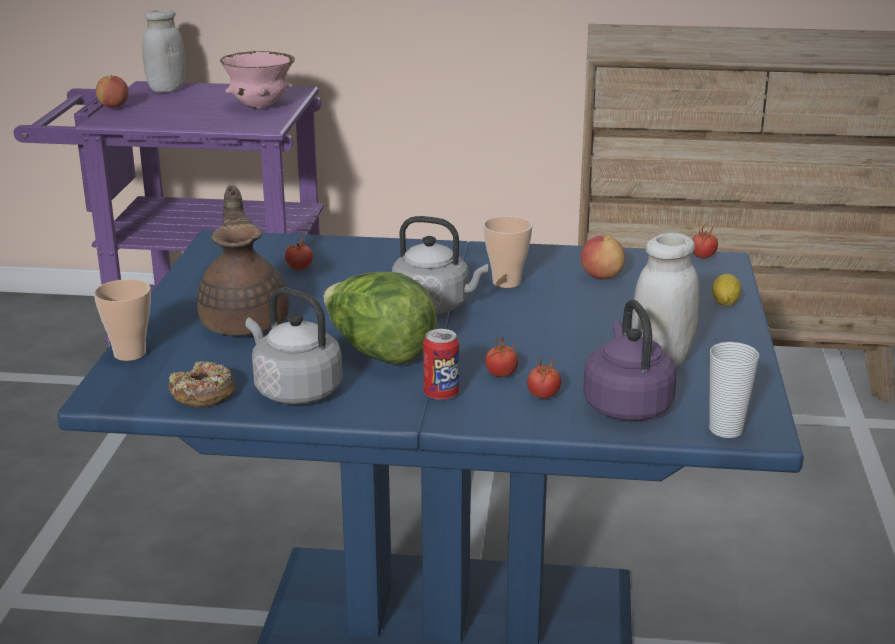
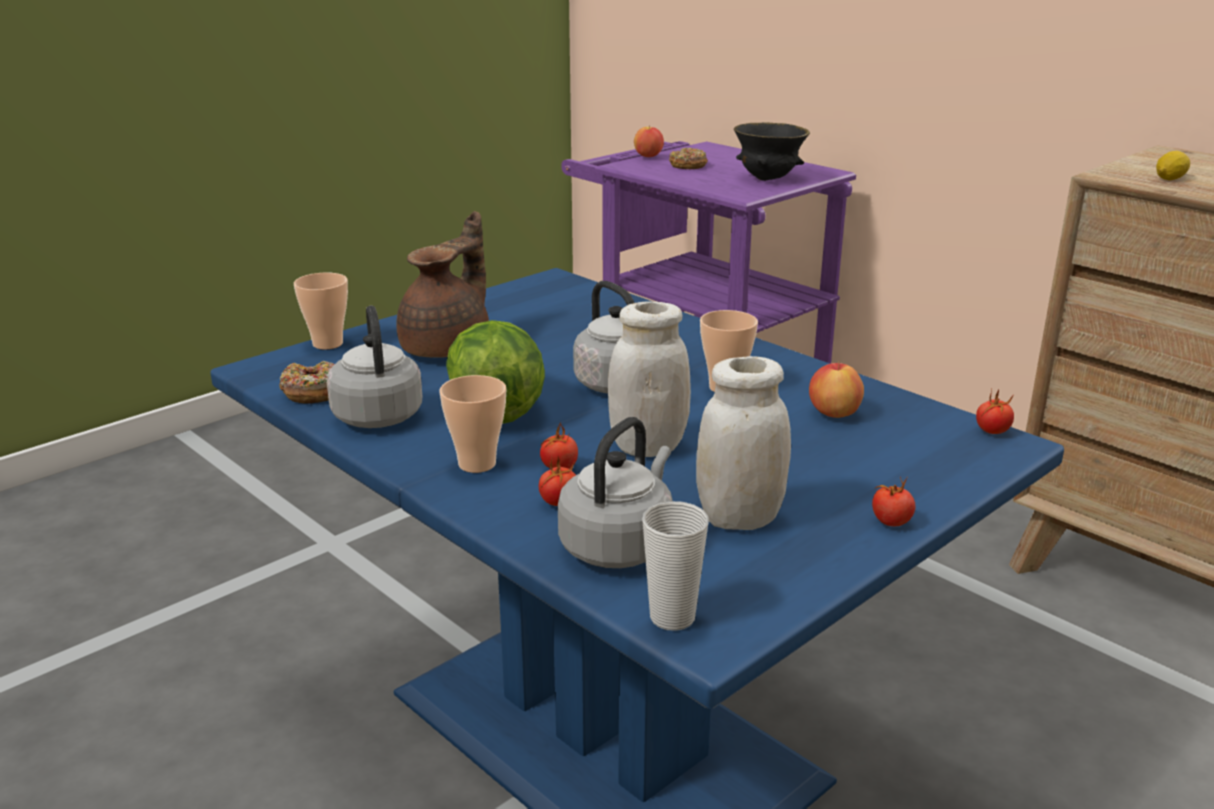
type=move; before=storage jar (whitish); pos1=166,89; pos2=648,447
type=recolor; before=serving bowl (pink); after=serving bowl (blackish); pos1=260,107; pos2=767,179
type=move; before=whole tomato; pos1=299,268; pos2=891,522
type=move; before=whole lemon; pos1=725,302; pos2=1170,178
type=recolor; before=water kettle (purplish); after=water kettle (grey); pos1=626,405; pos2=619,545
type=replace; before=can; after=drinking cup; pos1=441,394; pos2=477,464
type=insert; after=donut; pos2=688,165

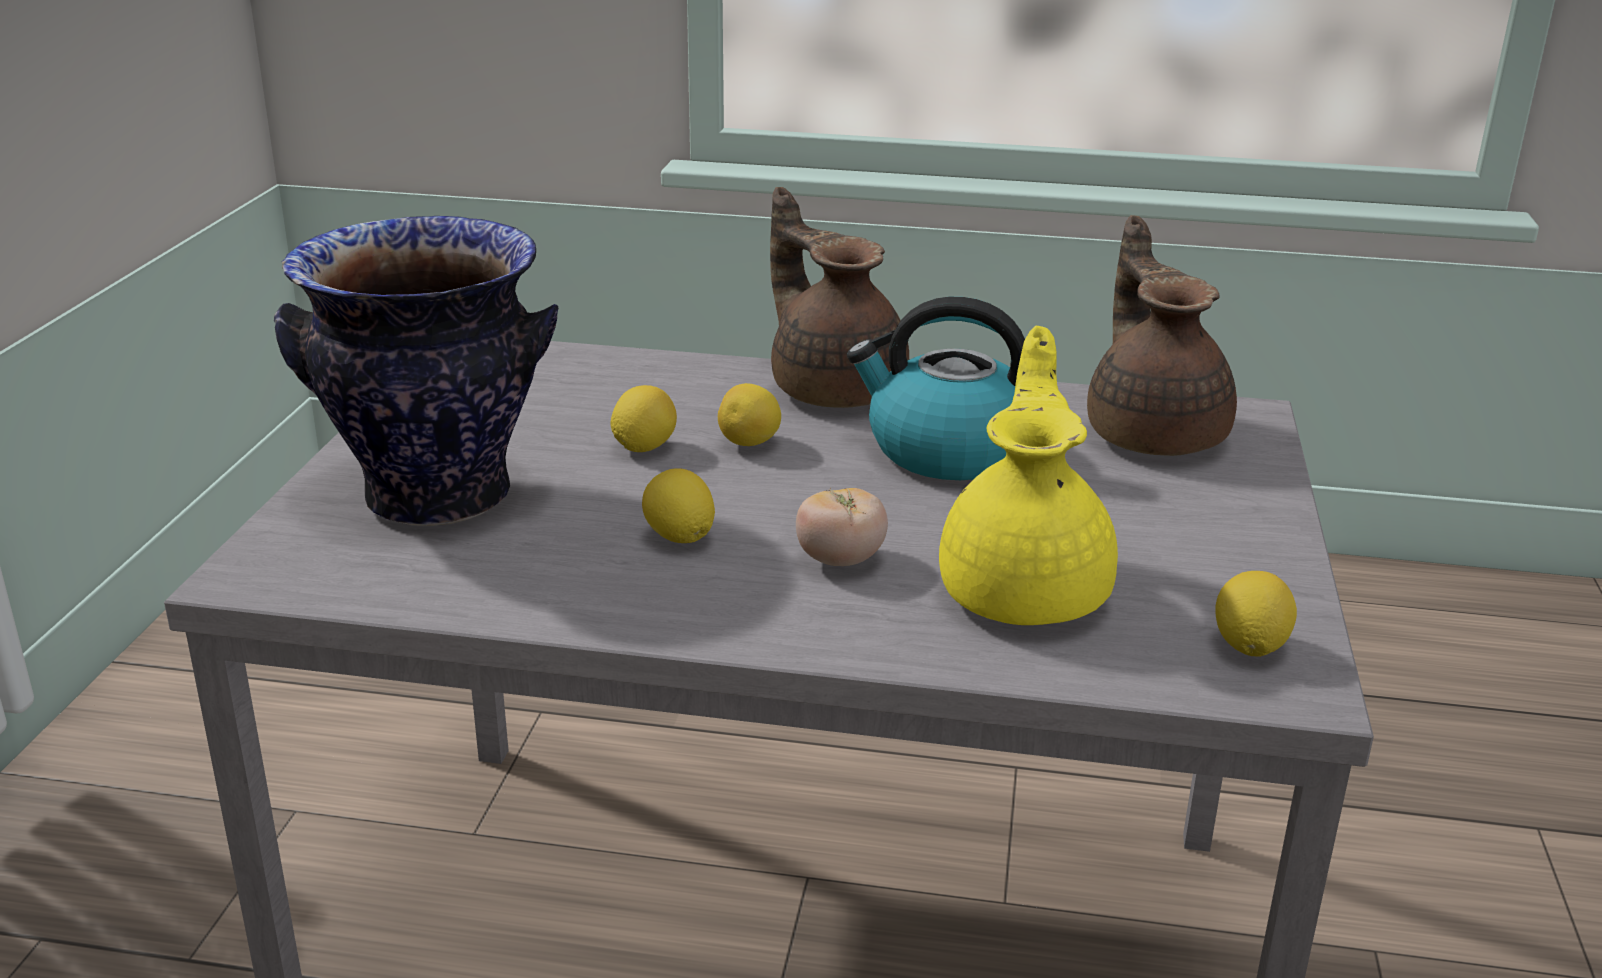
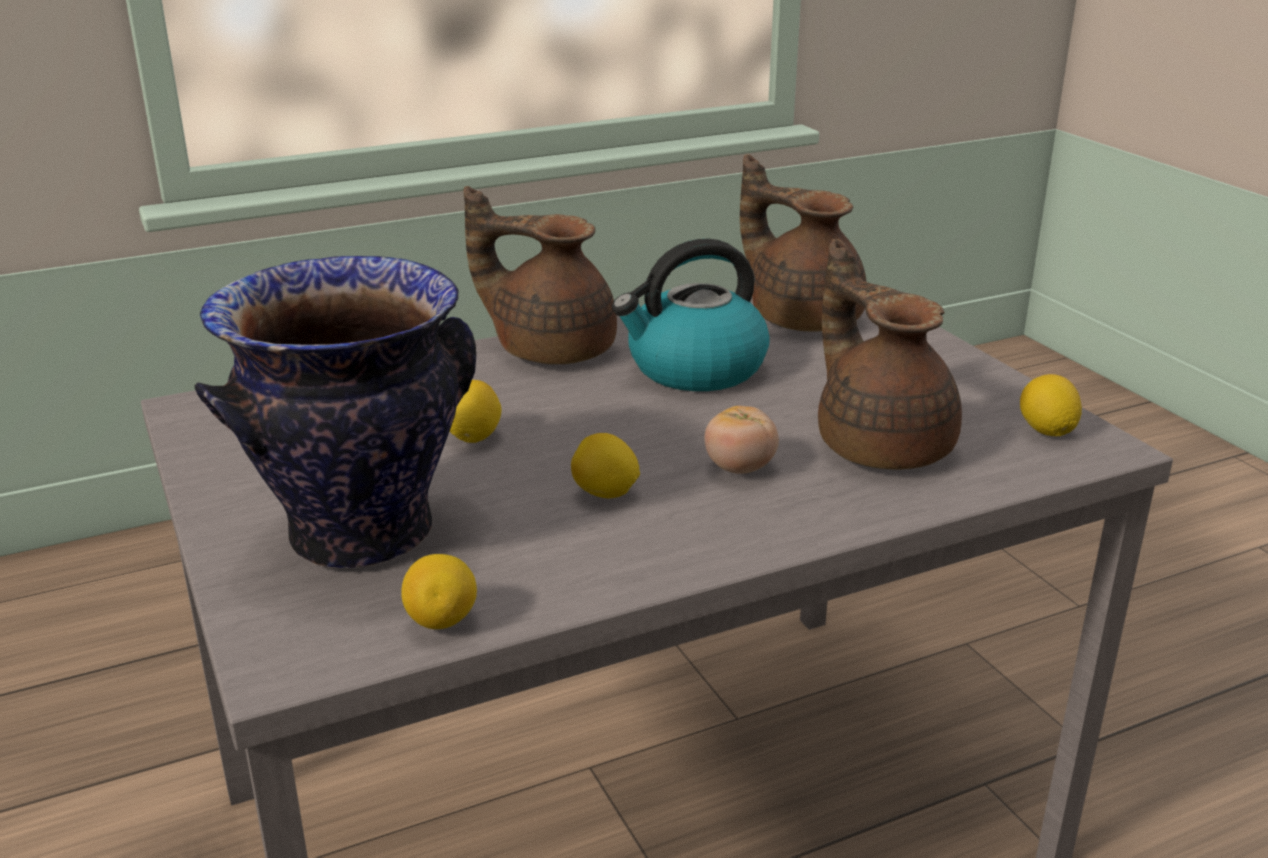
type=recolor; before=pot for tea (yellowish); after=pot for tea (brownish); pos1=1026,590; pos2=881,444
type=move; before=whole lemon; pos1=750,443; pos2=442,621

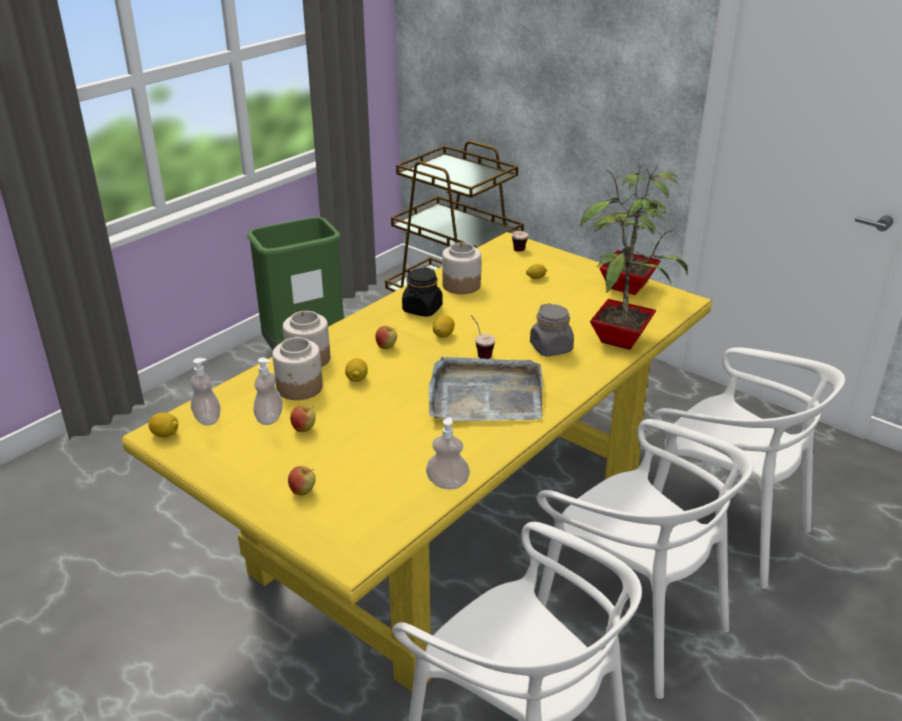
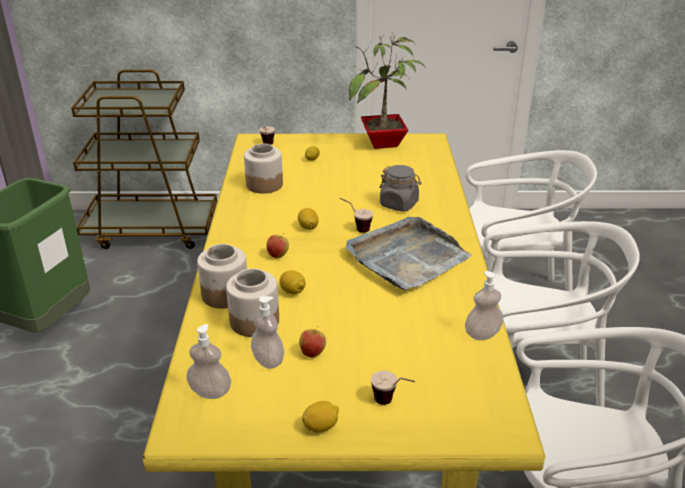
type=delete; before=plant in a pot; pos1=621,338
type=delete; before=storage jar (blackish); pos1=422,309
type=move; before=whole lemon; pos1=165,434; pos2=321,426
type=replace; before=whole apple; after=drinking cup; pos1=303,492; pos2=392,403

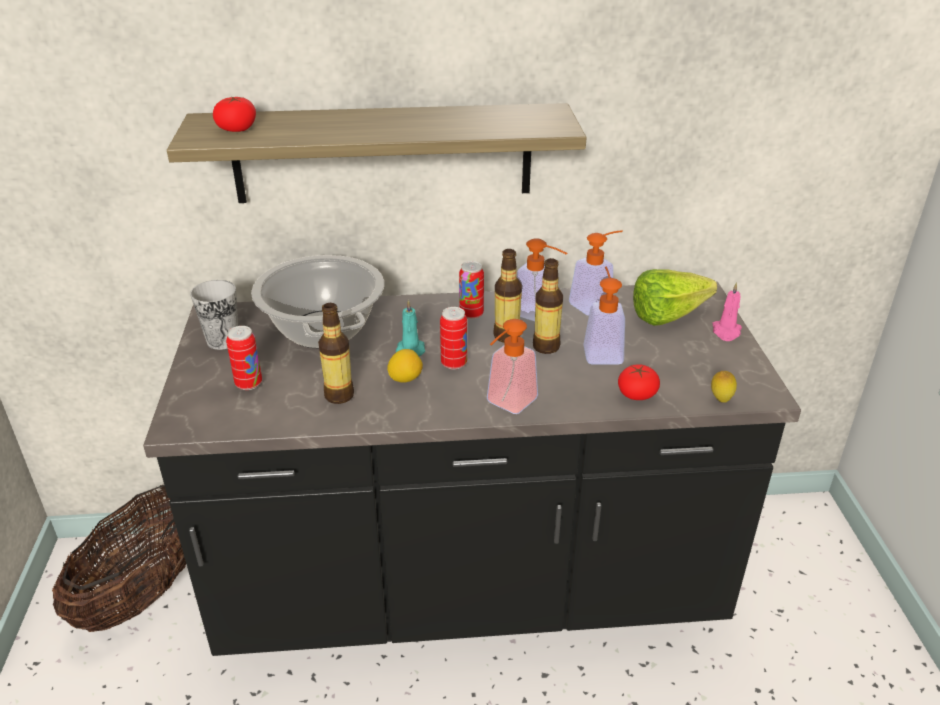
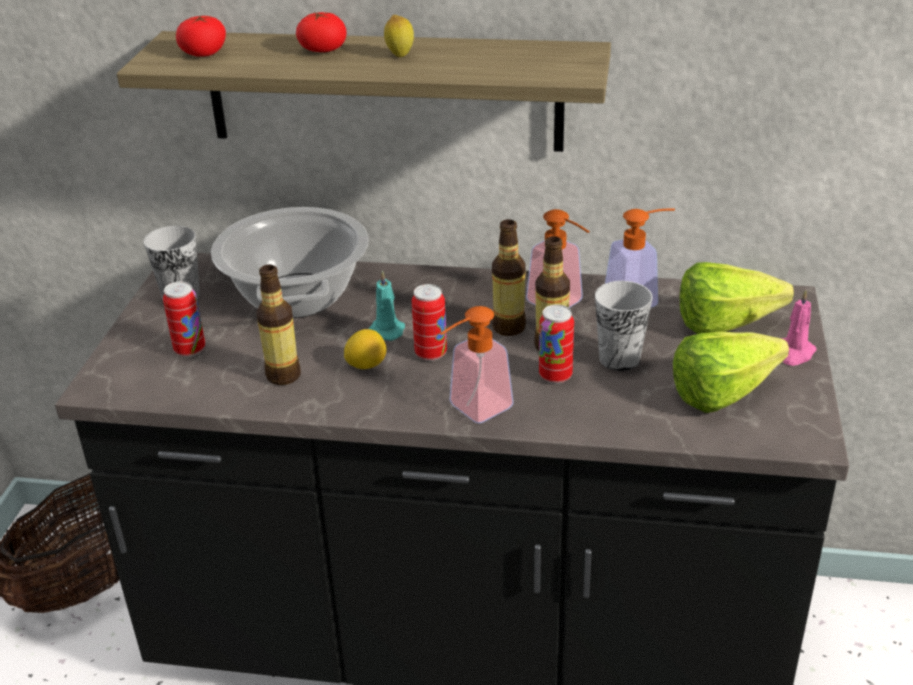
type=move; before=can; pos1=471,314; pos2=555,376
type=replace; before=liquid soap bottle; after=drinking cup; pos1=602,350; pos2=619,359
type=move; before=whole tomato; pos1=636,394; pos2=323,49
type=move; before=whole lemon; pos1=720,399; pos2=400,55
type=insert; after=lettuce head; pos2=732,393

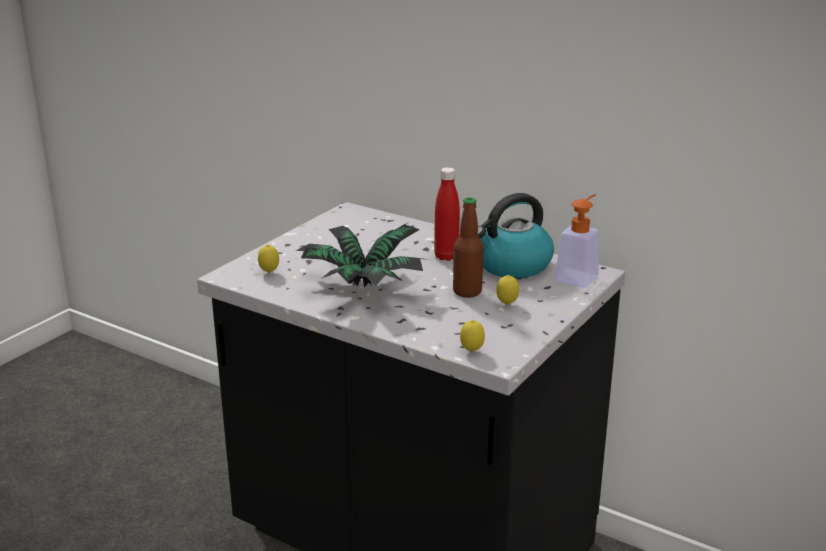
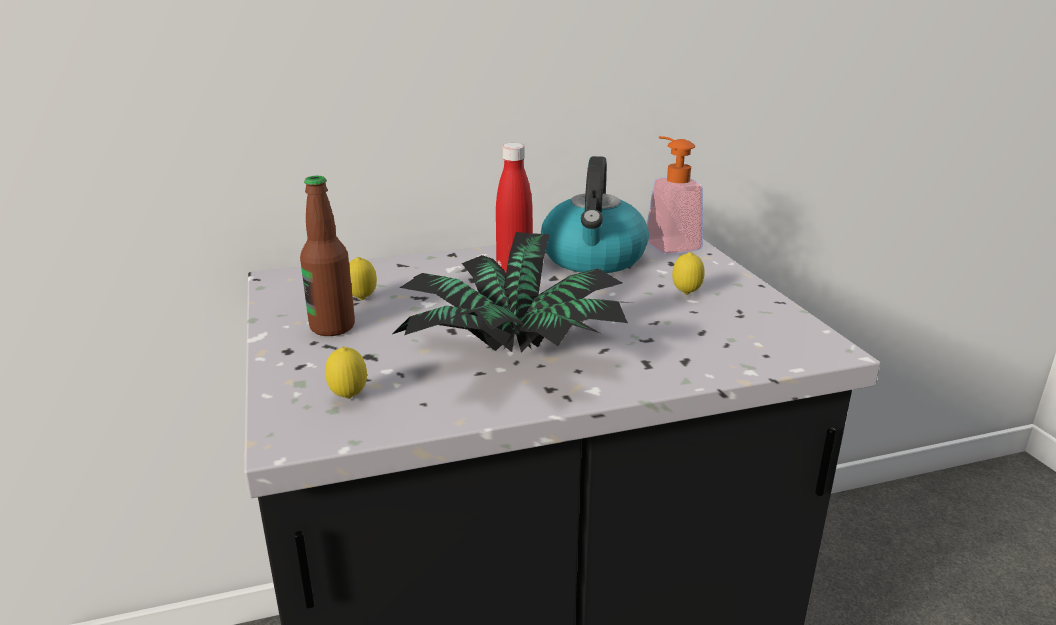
type=move; before=bottle; pos1=467,292; pos2=332,327
type=move; before=whole lemon; pos1=472,351; pos2=362,299

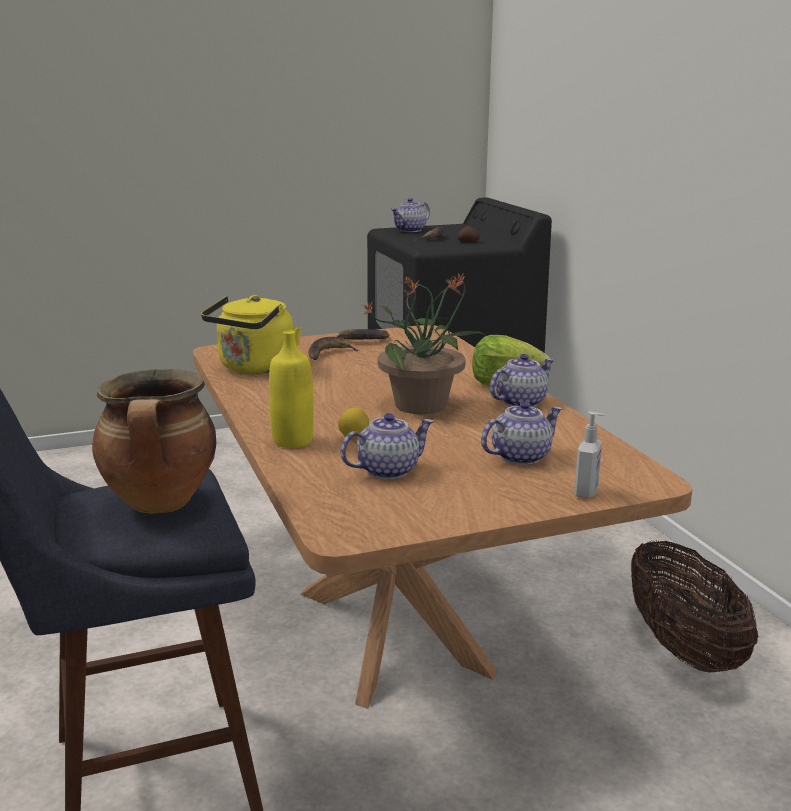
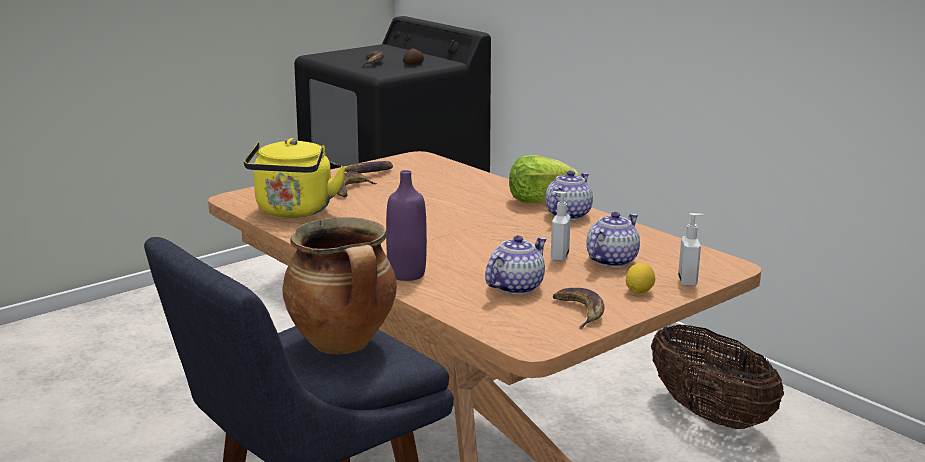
type=delete; before=pot for tea; pos1=410,230
type=delete; before=plant in a pot; pos1=422,405
type=recolor; before=bottle (yellowish); after=bottle (purplish); pos1=292,441; pos2=406,274
type=move; before=whole lemon; pos1=353,436; pos2=639,291
type=insert; after=liquid soap bottle; pos2=558,257
type=insert; after=whole banana; pos2=580,312

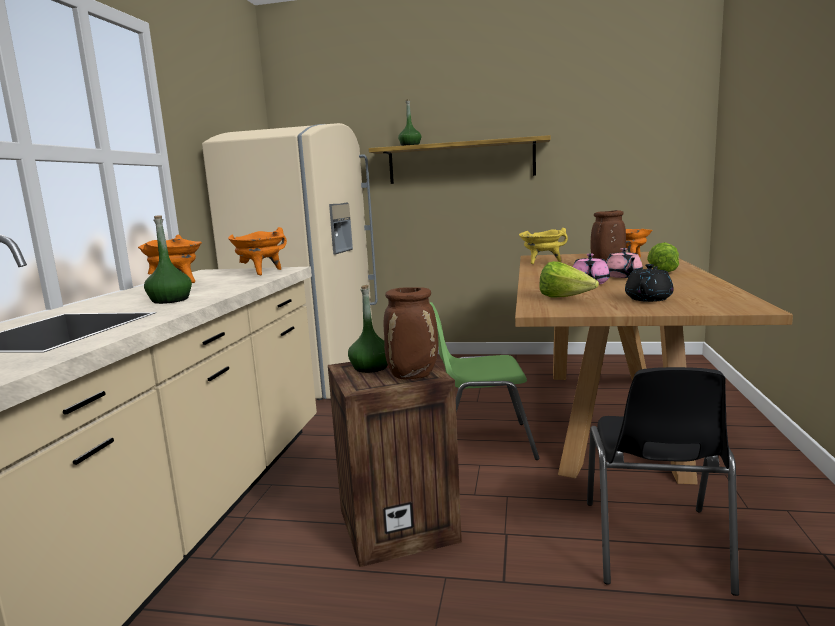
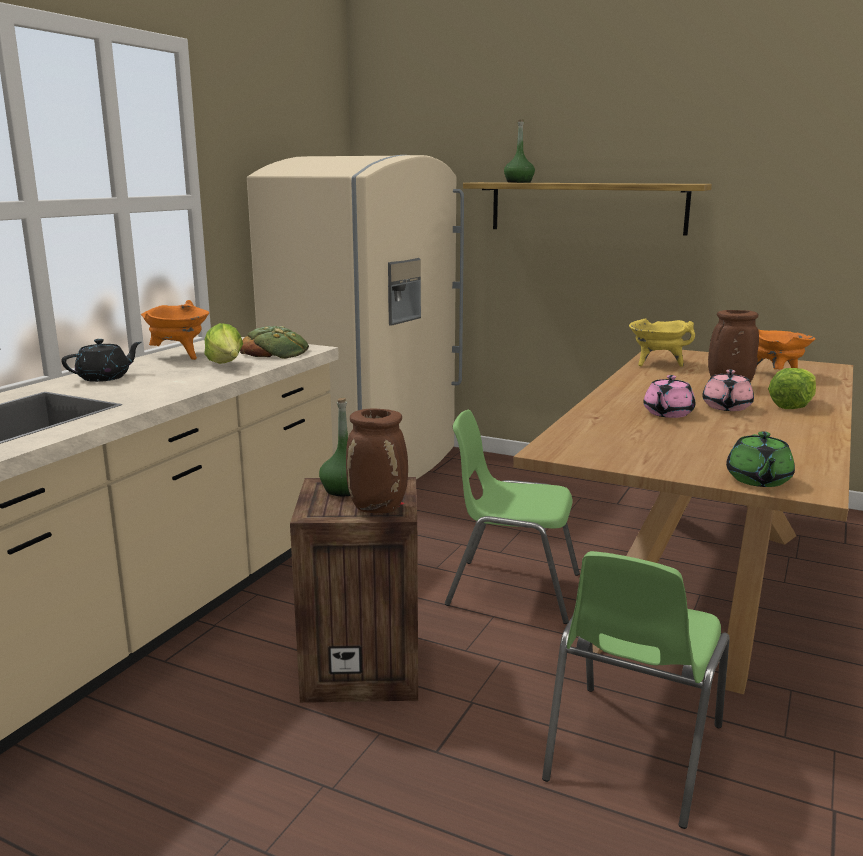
type=delete; before=bottle (green); pos1=170,300
type=replace; before=cooking pot (orange-coloured); after=bread; pos1=261,272; pos2=275,351
type=move; before=lettuce head; pos1=565,298; pos2=226,365
type=move; before=pot for tea (blackish); pos1=649,298; pos2=105,377
type=recolor; before=upright chair (blackish); after=upright chair (green); pos1=654,545; pos2=631,753
type=insert; after=pot for tea (green); pos2=758,480

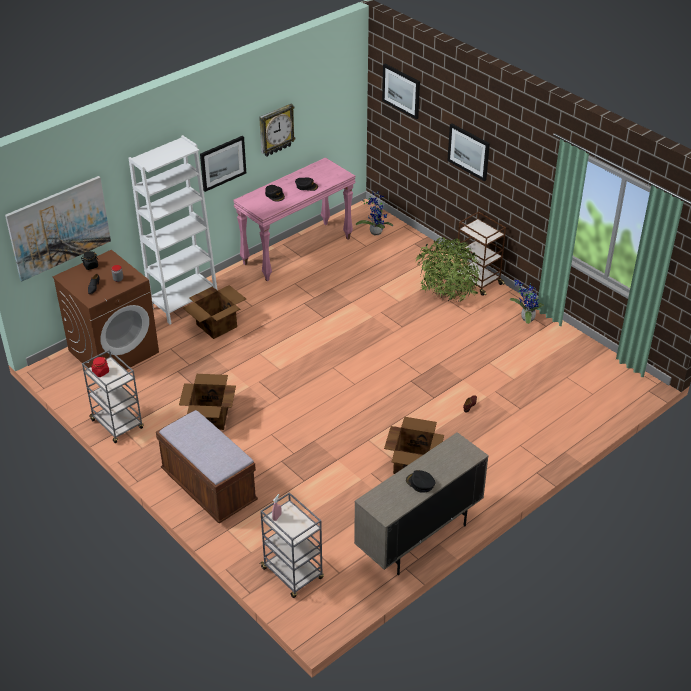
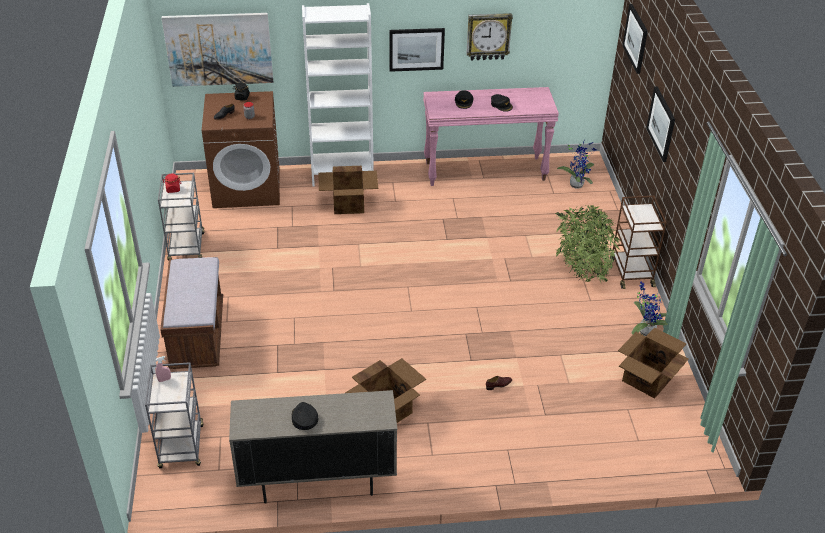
type=move; before=carton; pos1=209,418; pos2=646,379

